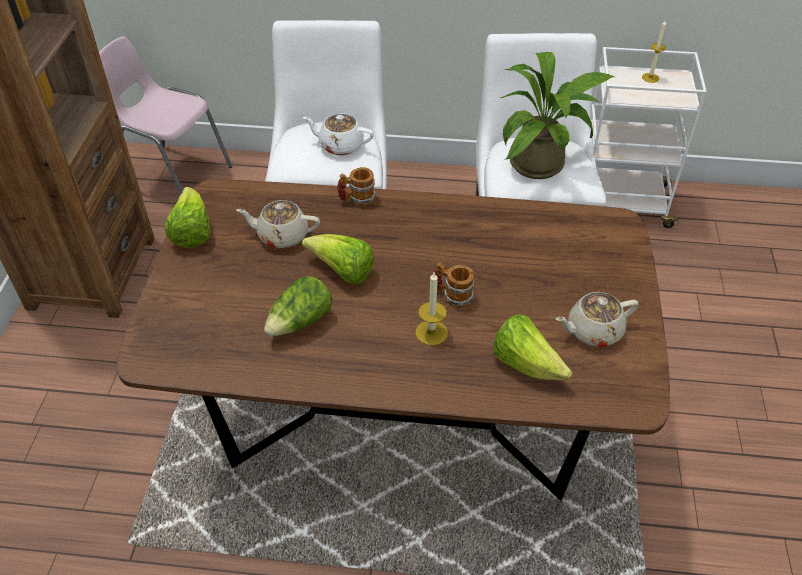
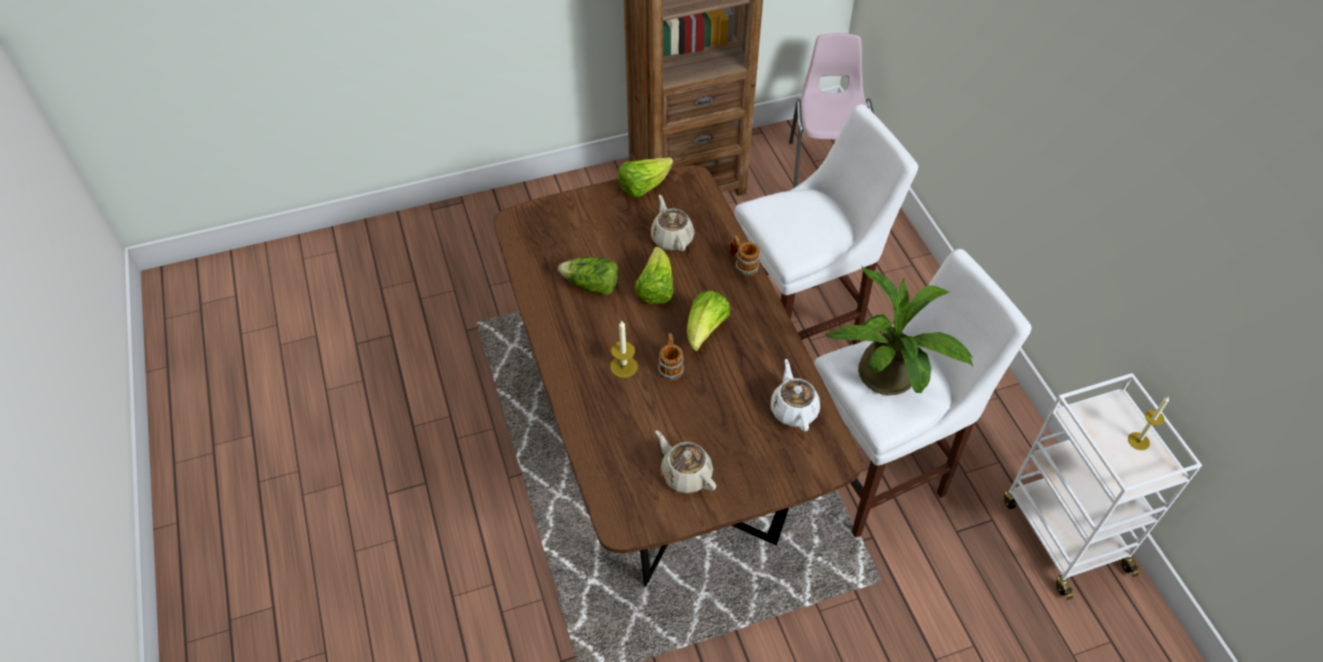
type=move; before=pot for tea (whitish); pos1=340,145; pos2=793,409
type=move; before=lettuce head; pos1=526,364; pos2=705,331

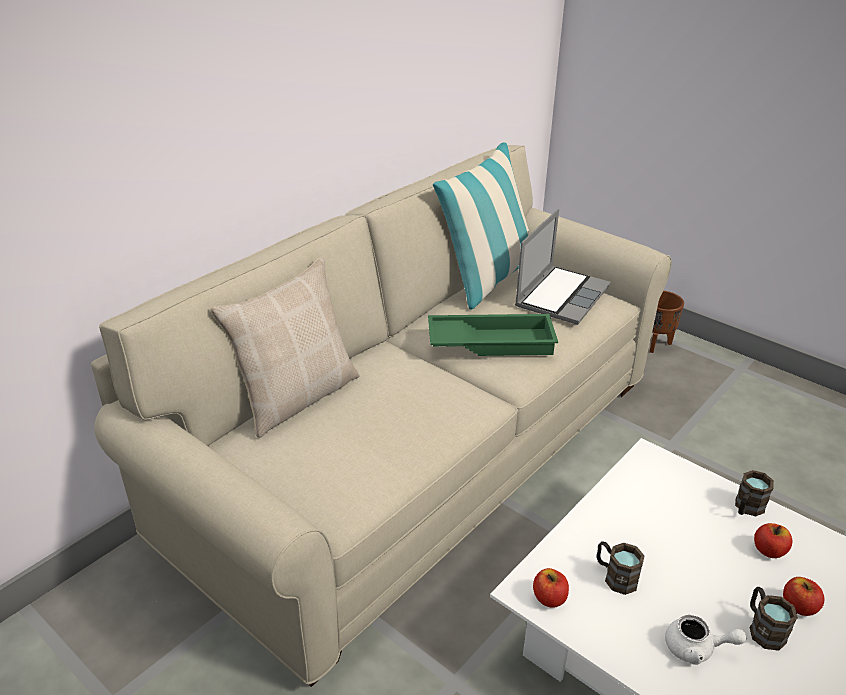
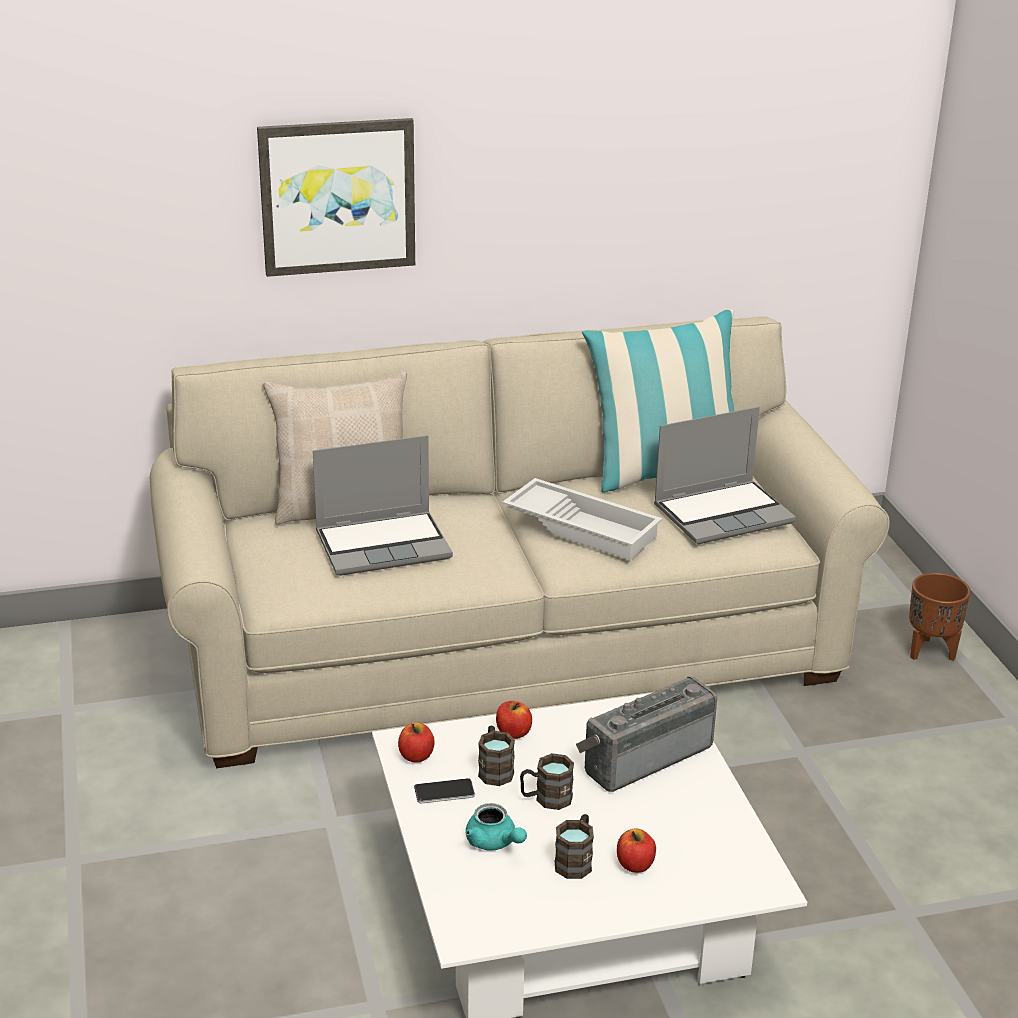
type=recolor; before=tray (green); after=tray (whitish); pos1=491,341; pos2=583,527
type=move; before=mug (brownish); pos1=747,508; pos2=546,798
type=move; before=whole apple; pos1=769,550; pos2=513,732
type=recolor; before=pot for tea (whitish); after=pot for tea (turquoise); pos1=696,649; pos2=494,842
type=insert; after=picture; pos2=337,196
type=insert; after=notebook computer; pos2=384,544
type=insert; after=radio; pos2=644,756
type=insert; after=handset; pos2=444,792

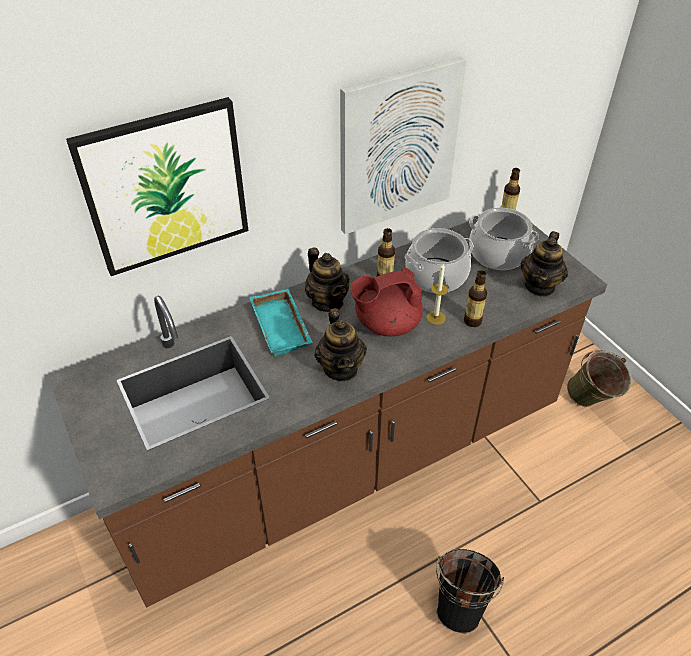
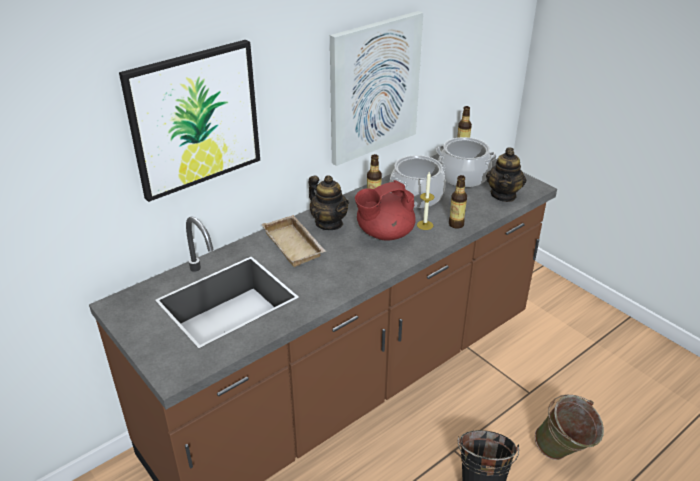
type=recolor; before=tray (turquoise); after=tray (sand-coloured); pos1=283,327; pos2=295,245
type=delete; before=pot for tea; pos1=341,368
type=move; before=water bucket (green); pos1=591,403; pos2=563,454

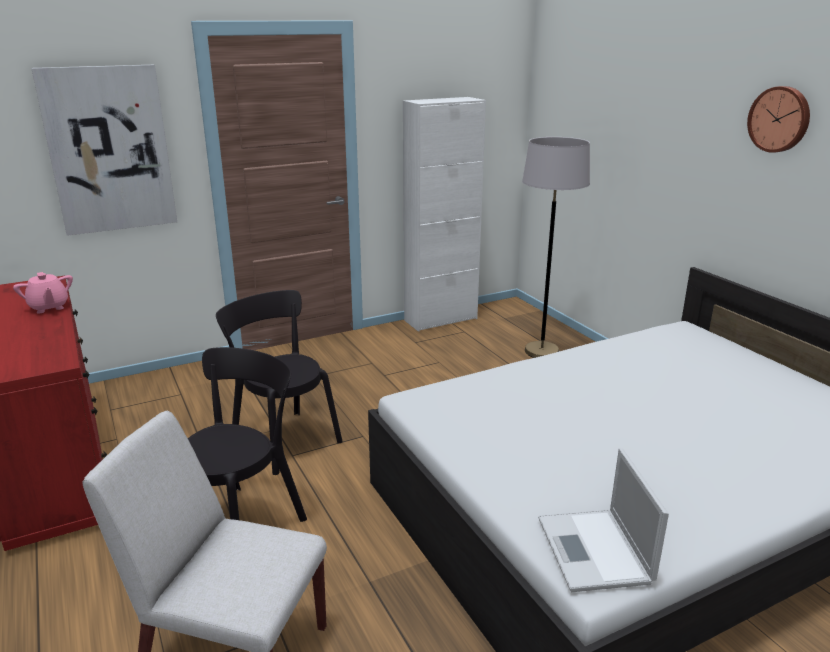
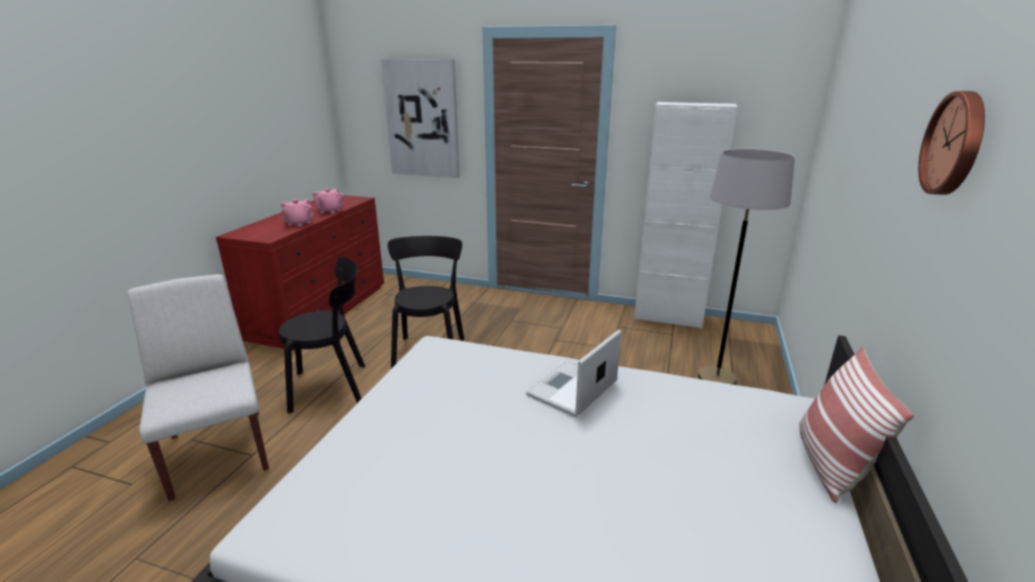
type=move; before=notebook computer; pos1=595,551; pos2=571,390
type=insert; after=pot for tea (pink); pos2=299,223
type=insert; after=pillow; pos2=830,463

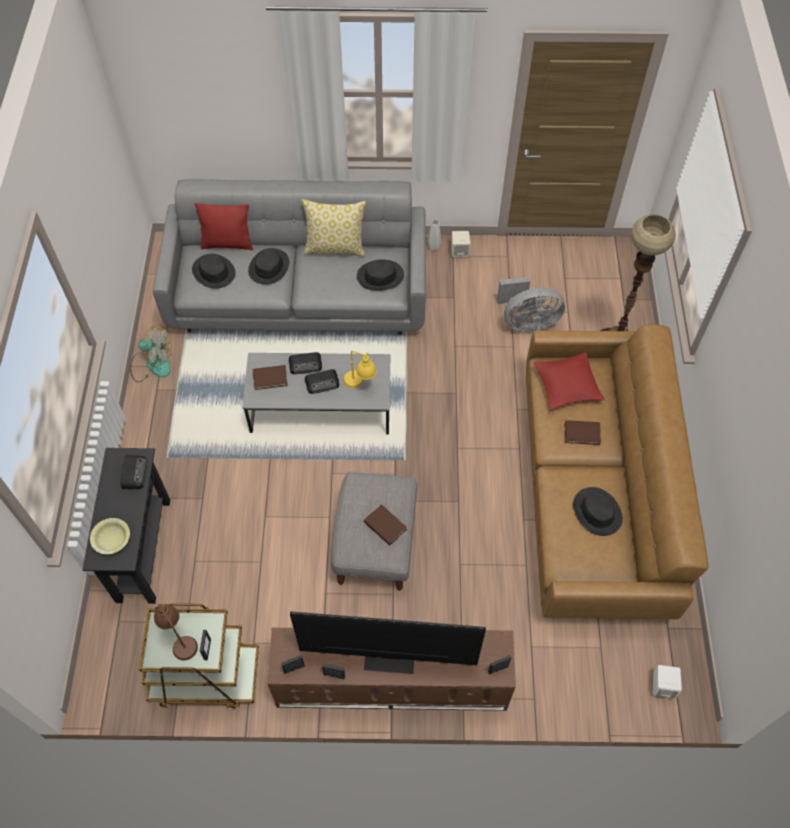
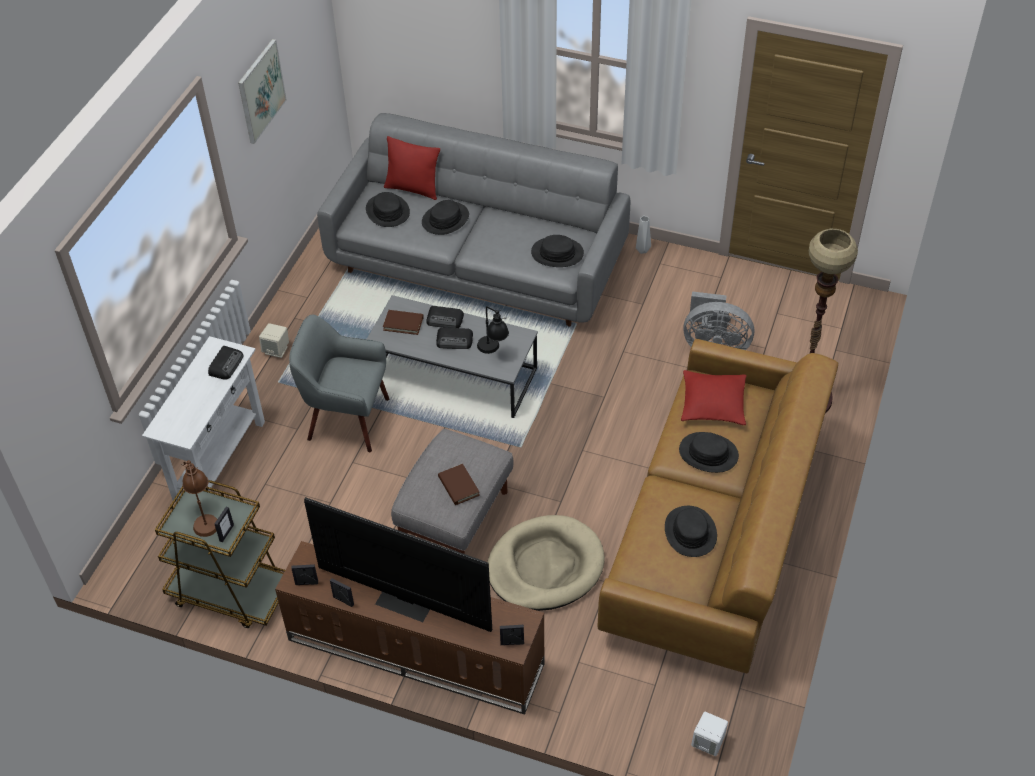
type=delete; before=pillow; pos1=335,248
type=move; before=audio speaker (sand-coloured); pos1=459,252; pos2=276,350
type=delete; before=electric fan; pos1=152,364
type=recolor; before=tabletop lamp (yellowish); after=tabletop lamp (blackish); pos1=360,384; pos2=493,351
type=replace; before=volume (brownish); after=clothing hat (blackish); pos1=582,433; pos2=708,453
type=recolor; before=narrow table (blackish); after=narrow table (whitish); pos1=143,550; pos2=219,460
type=delete; before=serving bowl (yellowish); pos1=111,539
type=insert; after=picture; pos2=261,91
type=insert; after=armchair (grey); pos2=347,419
type=insert; after=dog bed (sand-coloured); pos2=545,566

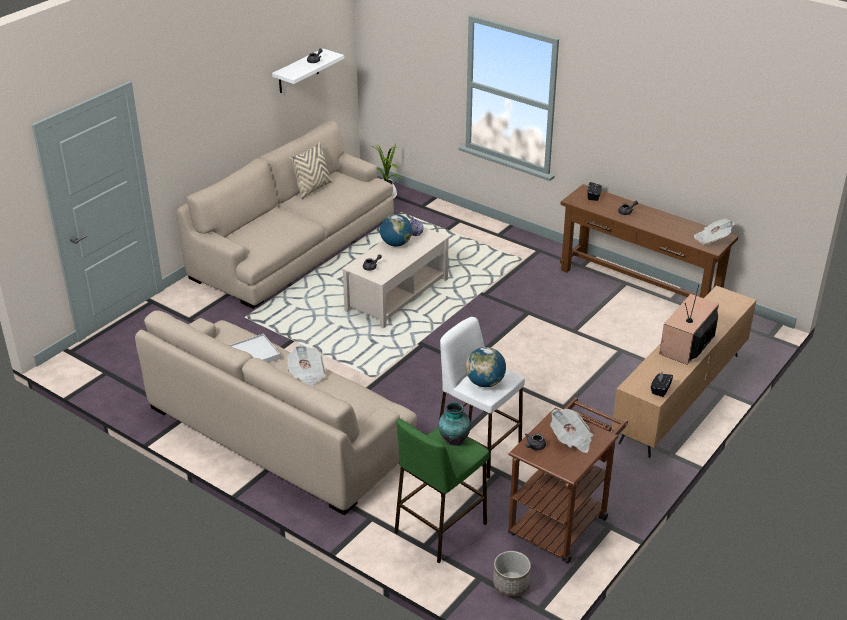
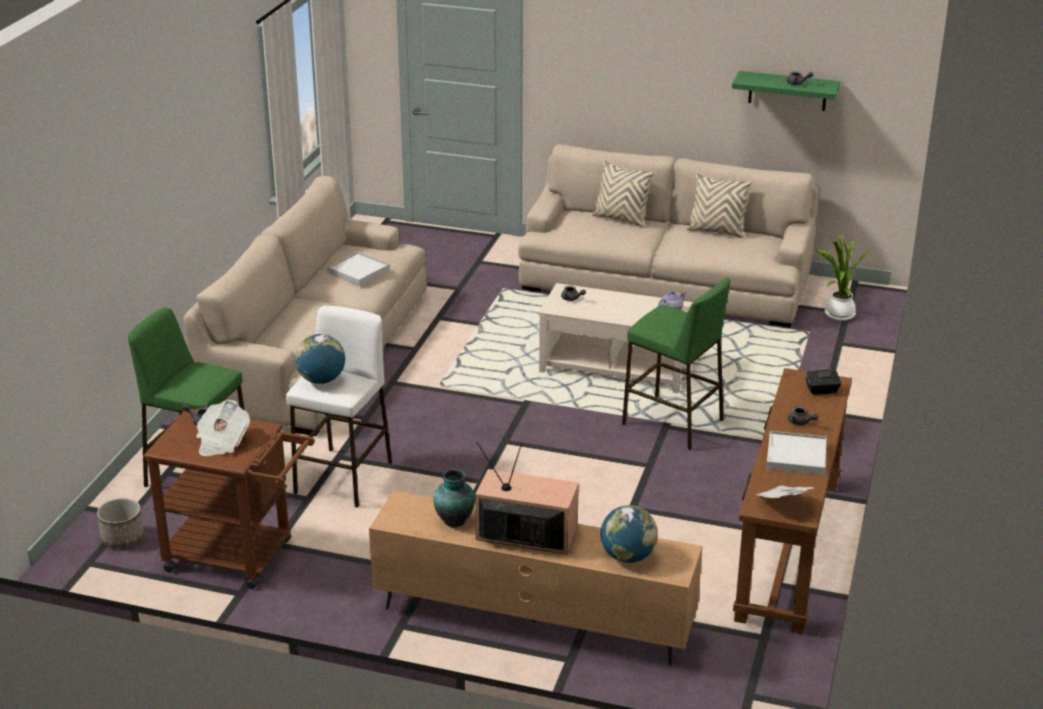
type=recolor; before=shelf (whitish); after=shelf (green); pos1=298,71; pos2=787,91
type=move; before=desk globe; pos1=396,244; pos2=628,556
type=delete; before=newspaper; pos1=307,375
type=delete; before=tissue box (blackish); pos1=660,390
type=move; before=flower vase; pos1=453,439; pos2=455,520
type=insert; after=pillow (sand-coloured); pos2=621,219
type=insert; after=stool seat (green); pos2=673,422
type=insert; after=tray (whitish); pos2=796,456

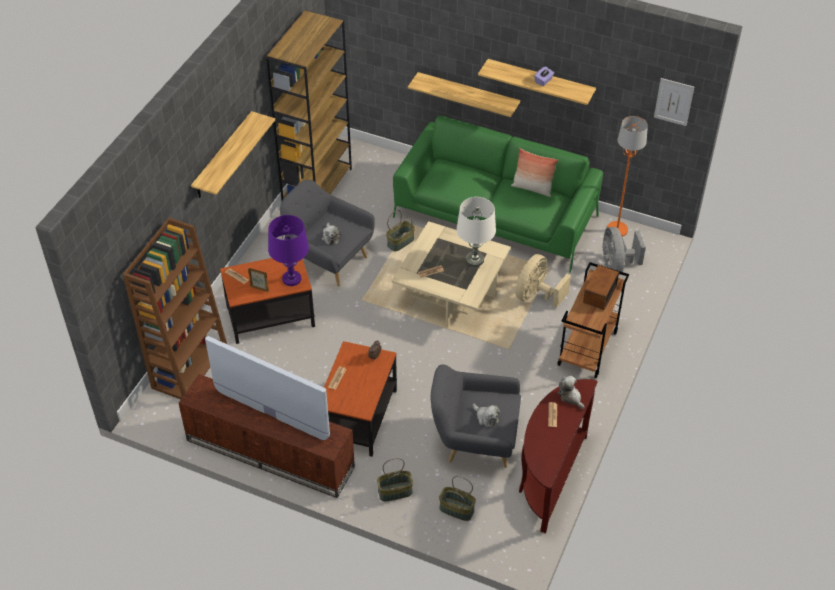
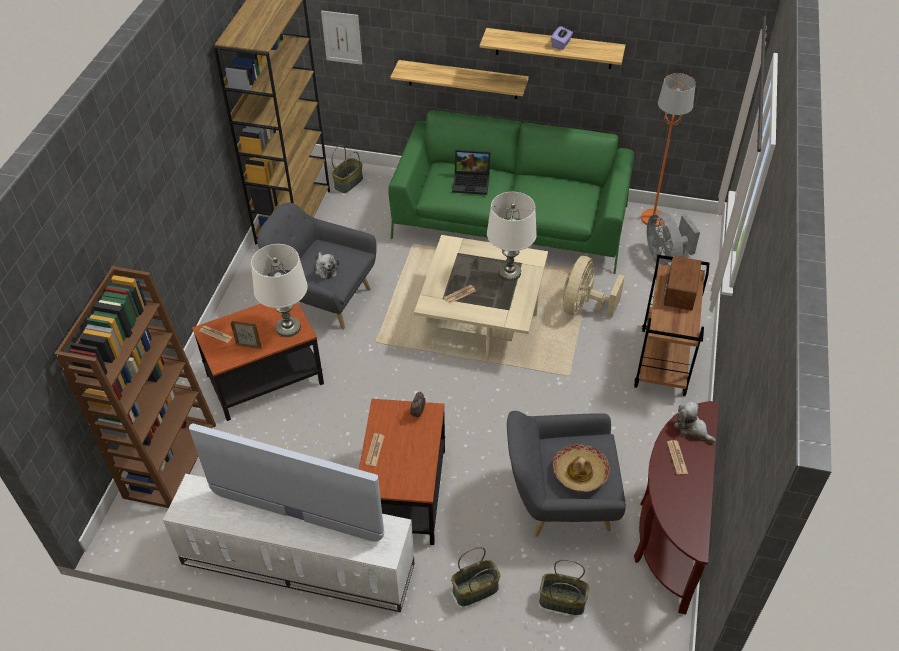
type=move; before=picture; pos1=673,102; pos2=342,37
type=delete; before=shelf; pos1=223,156
type=delete; before=pillow; pos1=532,188
type=move; before=household basket; pos1=400,242; pos2=348,182
type=recolor; before=tabletop lamp (purplish); after=tabletop lamp (whitish); pos1=291,279; pos2=288,327
type=recolor; before=tv stand (brownish); after=tv stand (whitish); pos1=268,454; pos2=296,565
type=replace; before=plush toy; after=clothing hat; pos1=486,418; pos2=580,472
type=insert; after=notebook computer; pos2=472,182

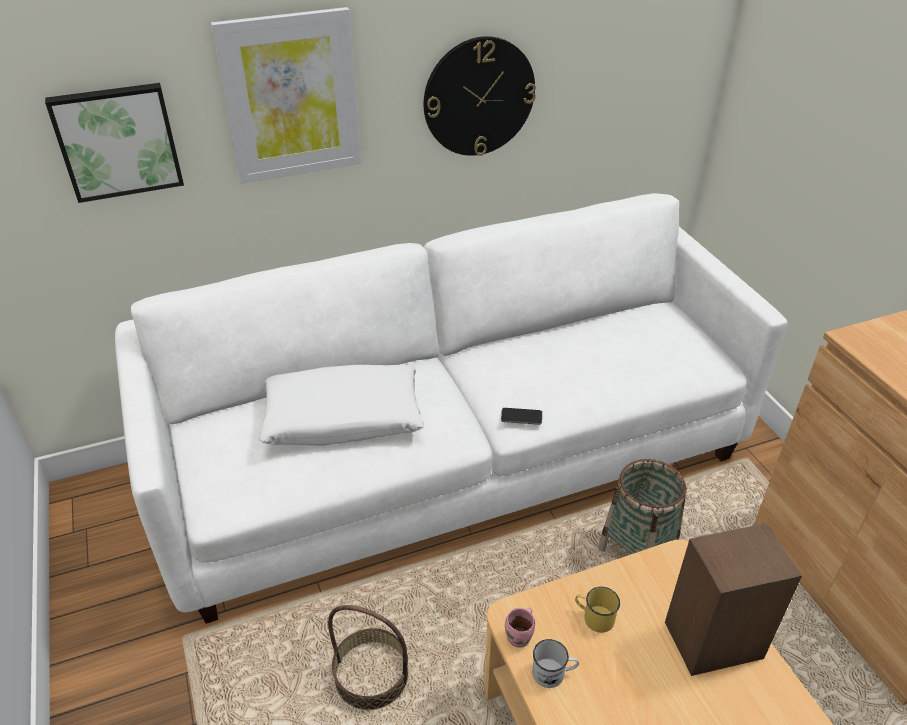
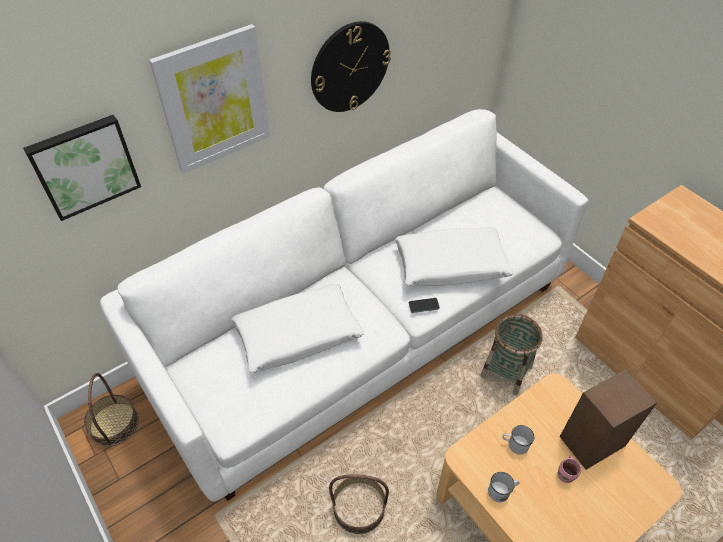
type=recolor; before=mug (yellowish); after=mug (whitish); pos1=594,617; pos2=515,444
type=move; before=mug (pink); pos1=520,637; pos2=566,475
type=insert; after=pillow (whitish); pos2=451,265
type=insert; after=household basket; pos2=114,424

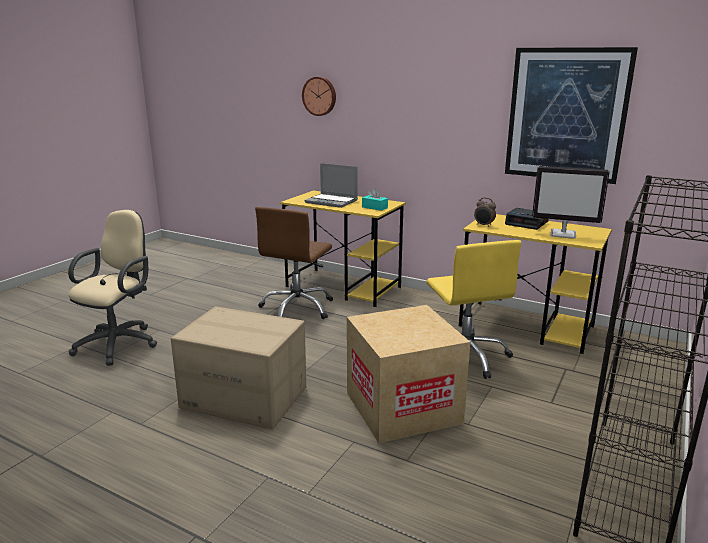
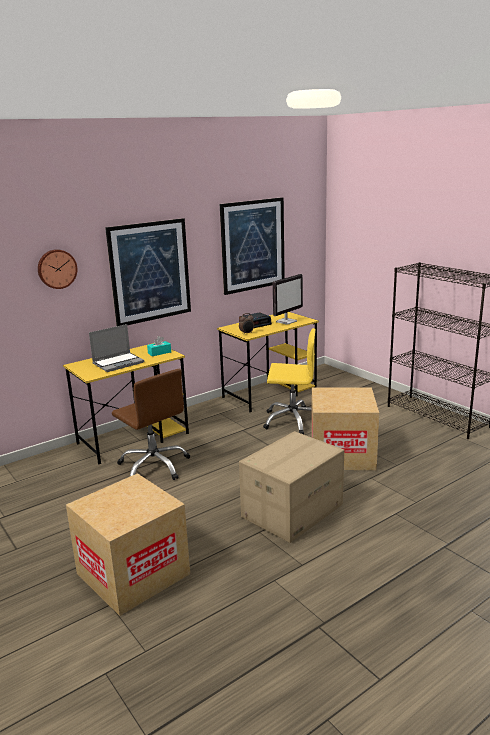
type=replace; before=computer chair (sand-coloured); after=carton; pos1=120,343; pos2=133,573
type=insert; after=picture; pos2=150,272

